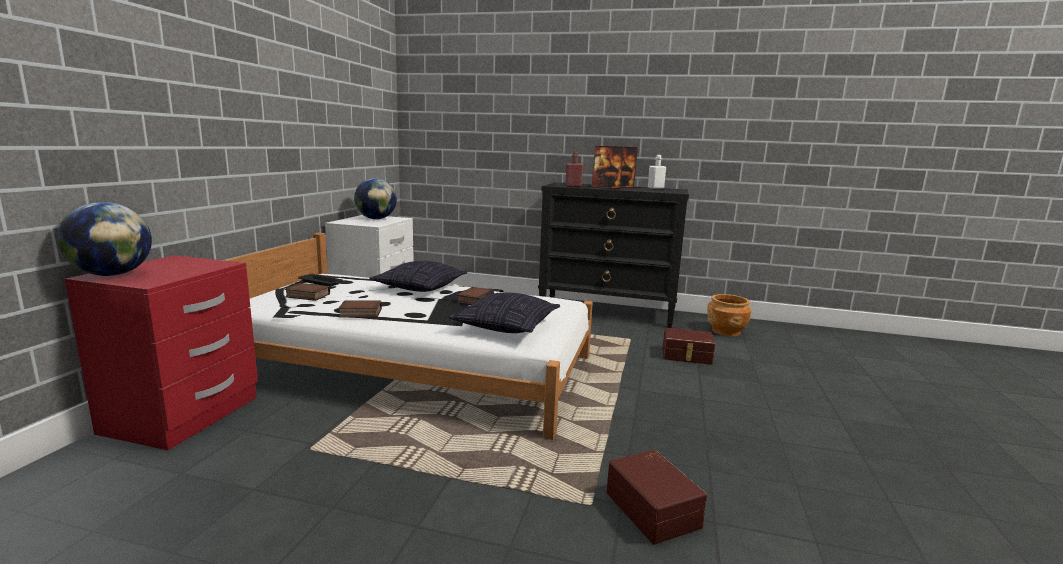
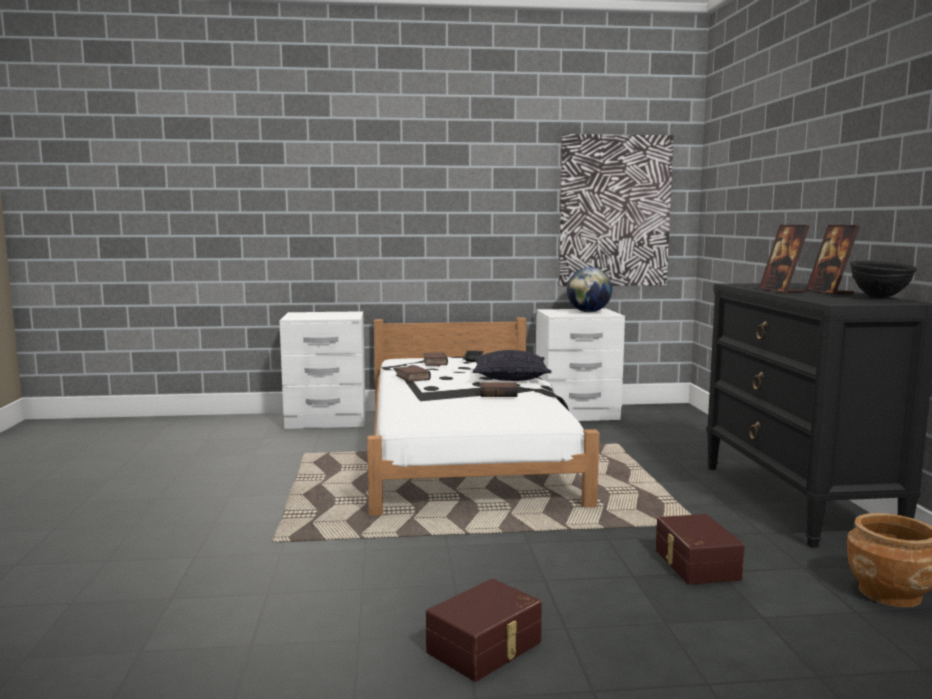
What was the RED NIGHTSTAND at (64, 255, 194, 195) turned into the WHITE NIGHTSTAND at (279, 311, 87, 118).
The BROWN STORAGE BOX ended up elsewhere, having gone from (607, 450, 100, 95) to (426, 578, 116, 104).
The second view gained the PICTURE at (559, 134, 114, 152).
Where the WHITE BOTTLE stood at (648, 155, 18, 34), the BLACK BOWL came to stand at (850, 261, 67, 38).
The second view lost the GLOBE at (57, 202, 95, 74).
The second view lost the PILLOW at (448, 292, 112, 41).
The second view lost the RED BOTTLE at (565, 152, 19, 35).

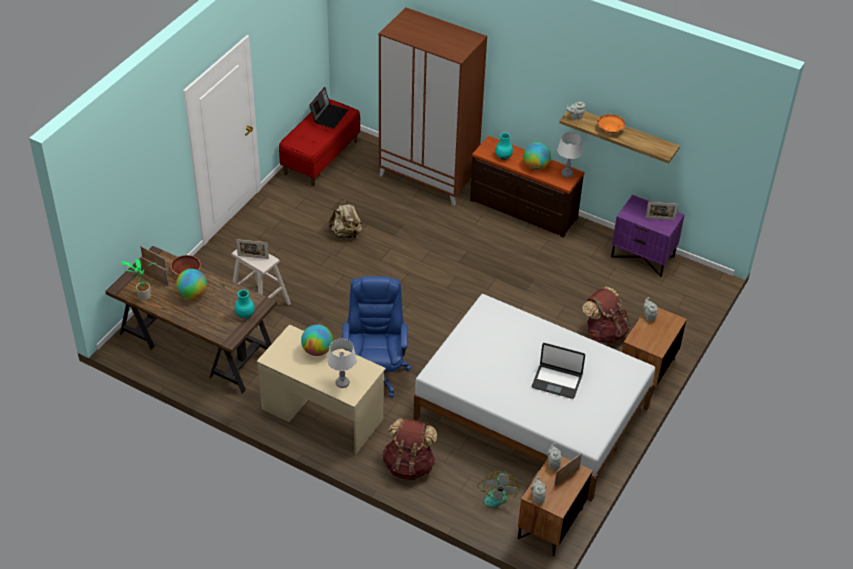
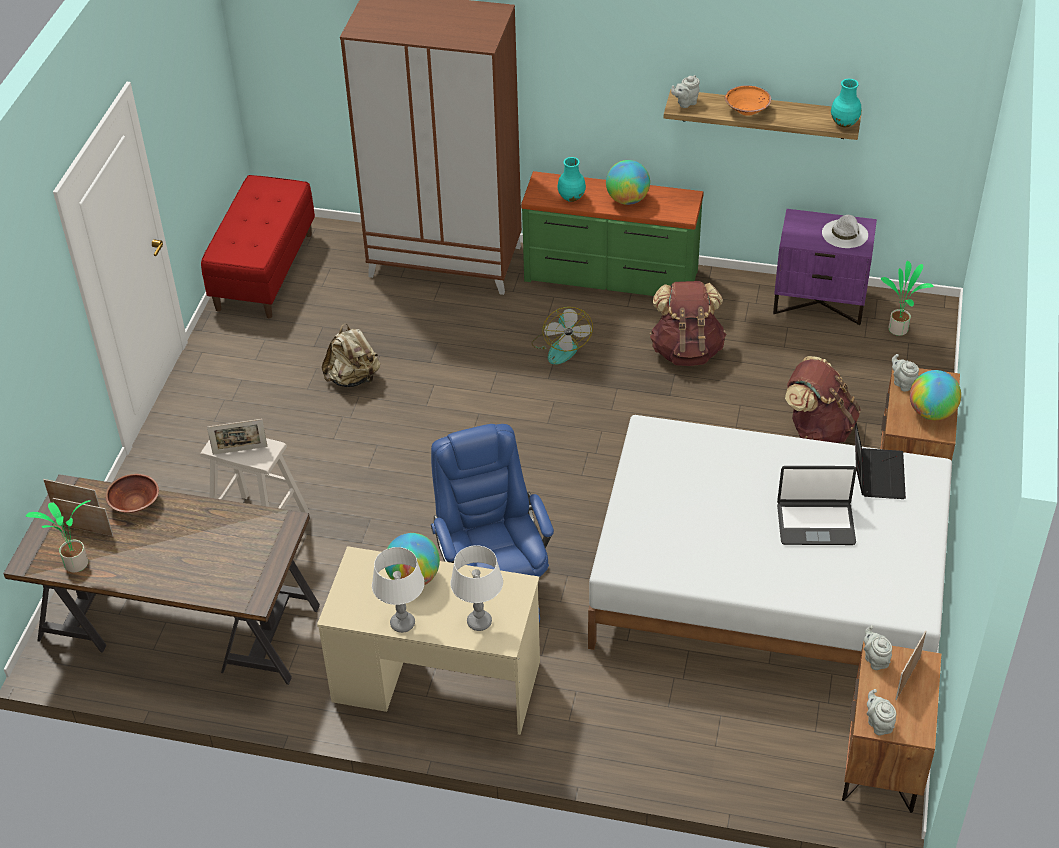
The WHITE TABLE LAMP ended up elsewhere, having gone from (557, 132, 26, 46) to (372, 547, 53, 86).
What was the BROWN DRESSER at (470, 136, 115, 102) turned into the GREEN DRESSER at (521, 171, 183, 125).
The FAN ended up elsewhere, having gone from (477, 471, 43, 36) to (531, 307, 62, 57).
The BROWN BACKPACK ended up elsewhere, having gone from (383, 418, 54, 63) to (650, 281, 76, 85).
Where the PICTURE FRAME stood at (645, 202, 34, 18), the WHITE HAT came to stand at (822, 215, 46, 33).
The TURQUOISE VASE ended up elsewhere, having gone from (235, 290, 20, 29) to (831, 79, 30, 48).
The LAPTOP ended up elsewhere, having gone from (309, 87, 39, 42) to (855, 420, 51, 79).
The second view gained the POTTED PLANT at (881, 261, 53, 75).
The GLOBE ended up elsewhere, having gone from (176, 269, 31, 30) to (910, 370, 51, 50).

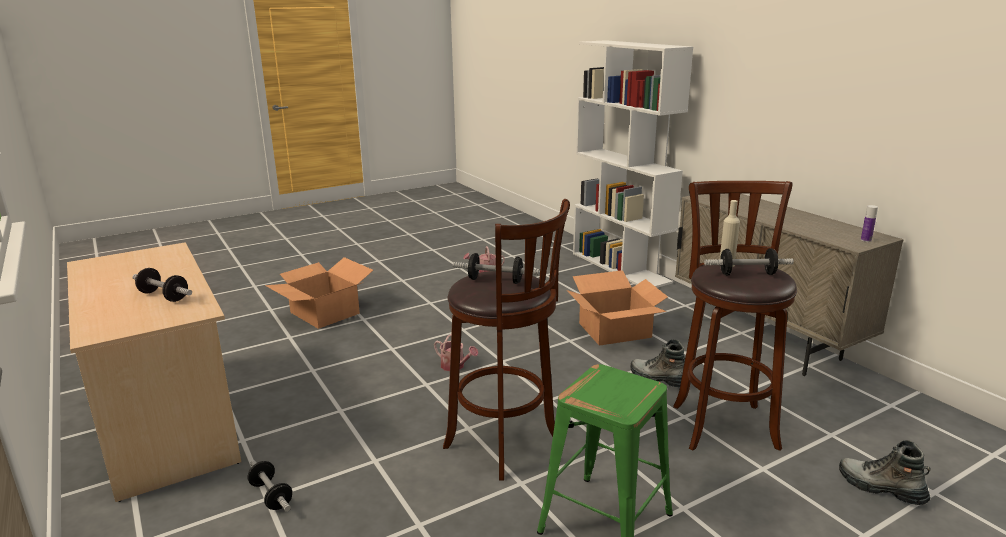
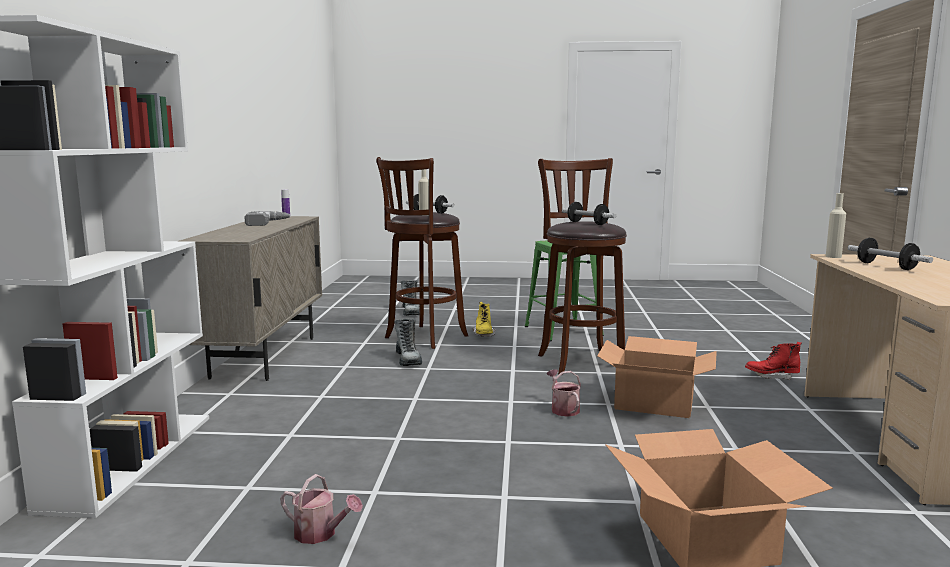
The second view gained the POWER DRILL at (245, 211, 46, 15).
The second view gained the YELLOW BOOT at (472, 302, 23, 35).
The CARDBOARD BOX ended up elsewhere, having gone from (567, 270, 101, 76) to (597, 336, 120, 82).
Where the DUMBBELL stood at (248, 461, 44, 51), the RED BOOT came to stand at (745, 342, 57, 38).
The second view gained the BEIGE BOTTLE at (826, 193, 20, 65).

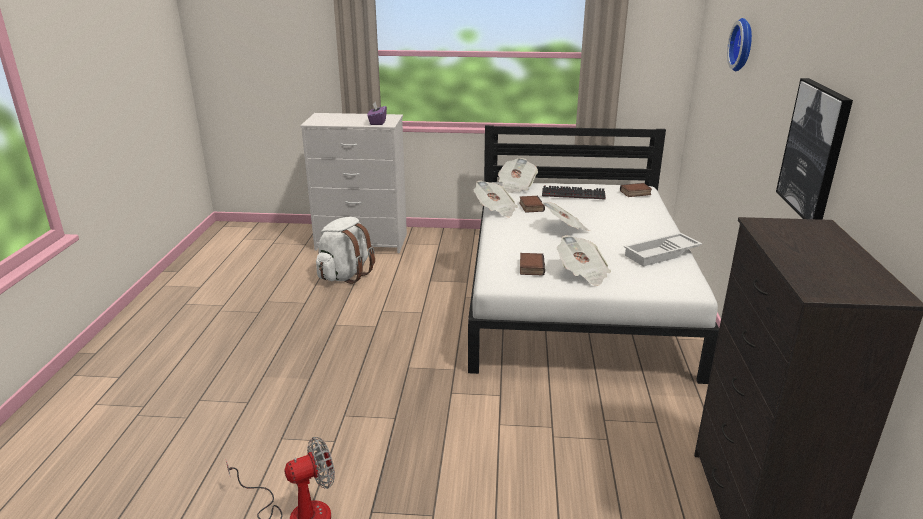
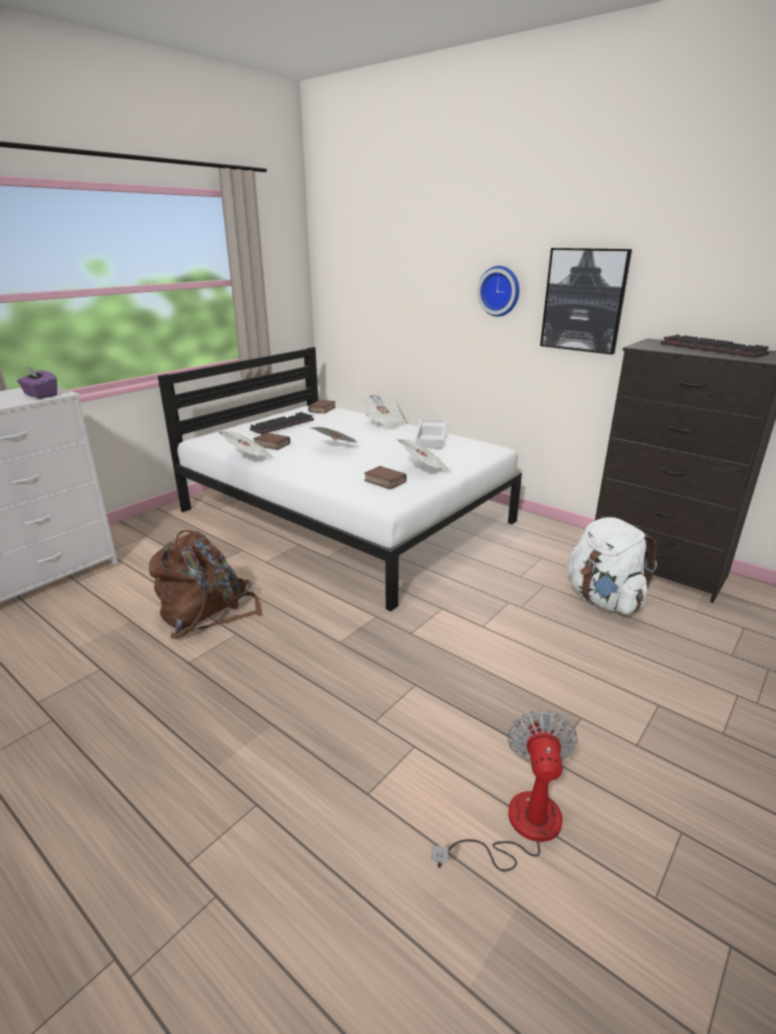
The second view gained the BROWN BACKPACK at (149, 530, 114, 108).
The NEWSPAPER ended up elsewhere, having gone from (498, 158, 40, 35) to (363, 394, 44, 36).
The WALL CLOCK ended up elsewhere, having gone from (727, 18, 25, 53) to (477, 266, 42, 51).
The WHITE BACKPACK ended up elsewhere, having gone from (316, 217, 59, 67) to (567, 517, 90, 98).
The second view gained the KEYBOARD at (661, 334, 109, 24).

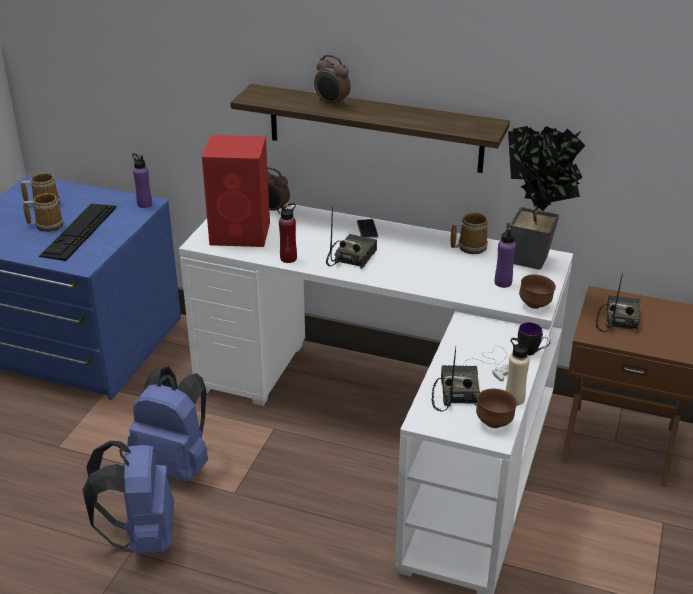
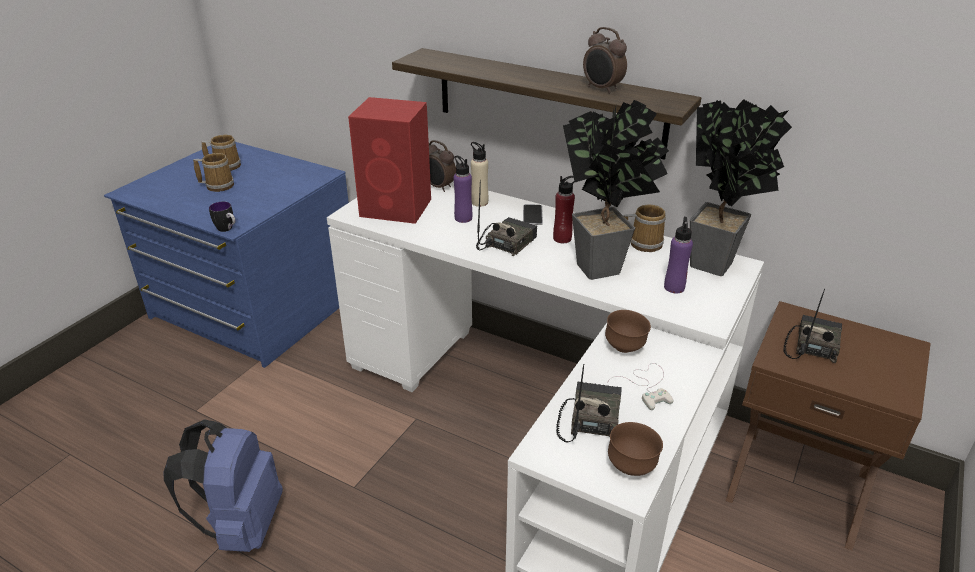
The MUG ended up elsewhere, having gone from (518, 322, 33, 34) to (209, 201, 26, 31).
The PURPLE BOTTLE ended up elsewhere, having gone from (132, 153, 20, 55) to (454, 156, 18, 67).
The BEIGE BOTTLE ended up elsewhere, having gone from (505, 338, 25, 67) to (471, 142, 17, 65).
The RED BOTTLE ended up elsewhere, having gone from (279, 203, 18, 60) to (553, 176, 22, 67).
The second view gained the POTTED PLANT at (563, 100, 106, 180).
The ALARM CLOCK ended up elsewhere, having gone from (314, 55, 37, 53) to (583, 27, 44, 67).
The BROWN BOWL ended up elsewhere, having gone from (519, 274, 37, 35) to (605, 310, 46, 43).
The second view lost the KEYBOARD at (39, 203, 77, 58).
The second view lost the BLUE BACKPACK at (127, 366, 81, 116).

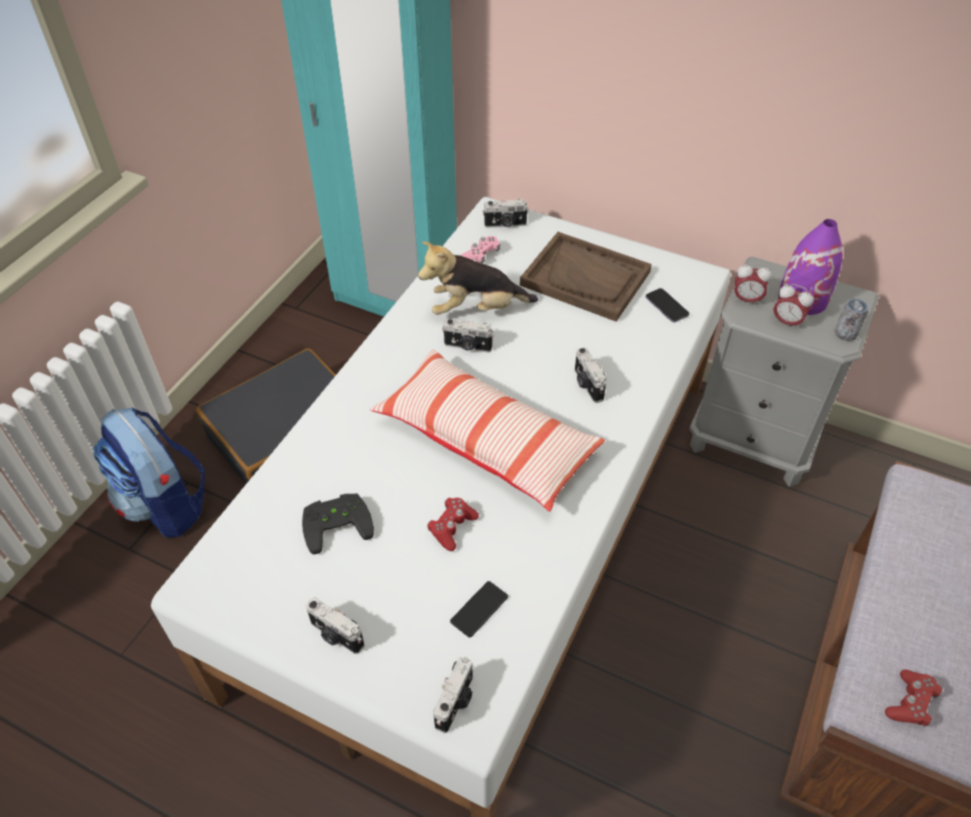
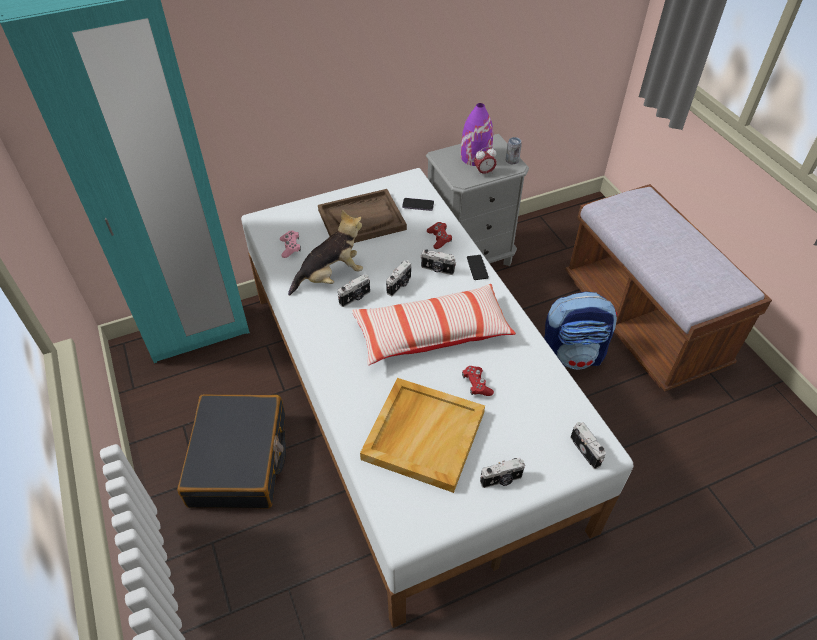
The PLUSH TOY at (418, 241, 120, 74) ended up facing another way, 150 degrees counterclockwise from before.
Where the BLACK GAME CONTROLLER stood at (302, 494, 72, 60), the BEIGE TRAY came to stand at (360, 378, 125, 115).
The PHOTO CAMERA ended up elsewhere, having gone from (483, 199, 46, 29) to (386, 260, 25, 36).
The RED GAME CONTROLLER ended up elsewhere, having gone from (885, 670, 57, 57) to (427, 222, 25, 27).
The PHONE ended up elsewhere, having gone from (450, 581, 58, 57) to (467, 255, 22, 25).
The BACKPACK ended up elsewhere, having gone from (93, 408, 112, 129) to (544, 292, 74, 78).
The second view lost the ALARM CLOCK at (734, 262, 38, 44).

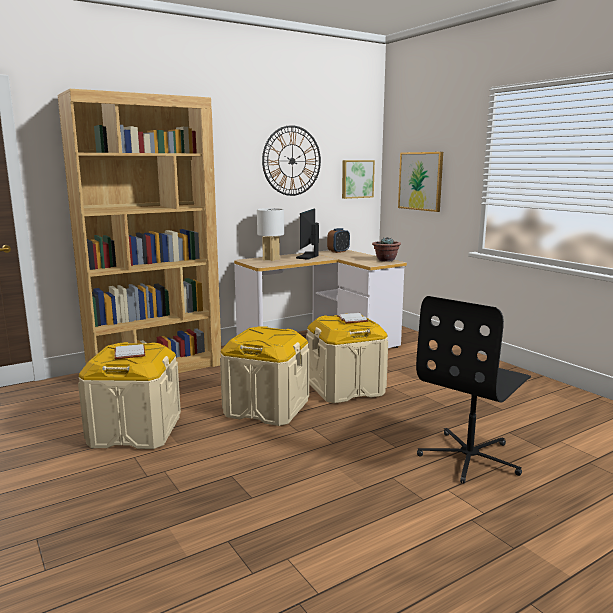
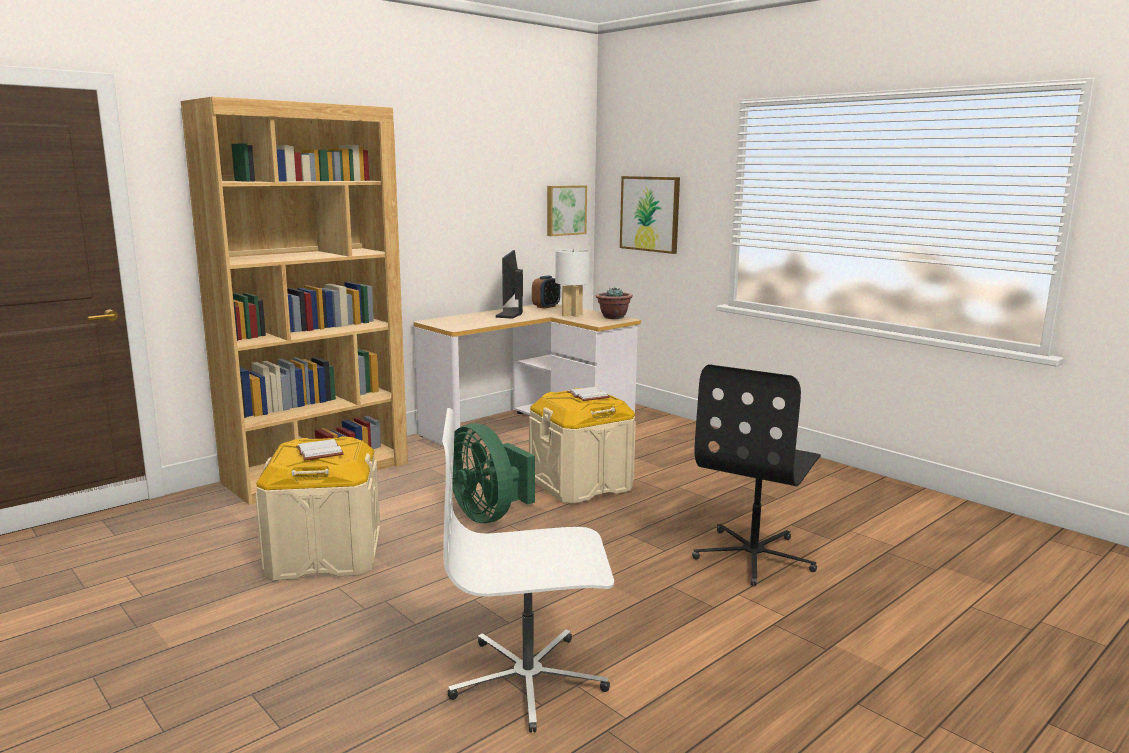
The second view gained the WHITE OFFICE CHAIR at (442, 408, 172, 325).
Where the BEIGE STORAGE BOX stood at (220, 326, 89, 100), the GREEN FAN came to stand at (452, 423, 83, 100).
The WHITE TABLE LAMP ended up elsewhere, having gone from (257, 208, 27, 53) to (555, 249, 35, 68).
The second view lost the WALL CLOCK at (262, 125, 59, 71).

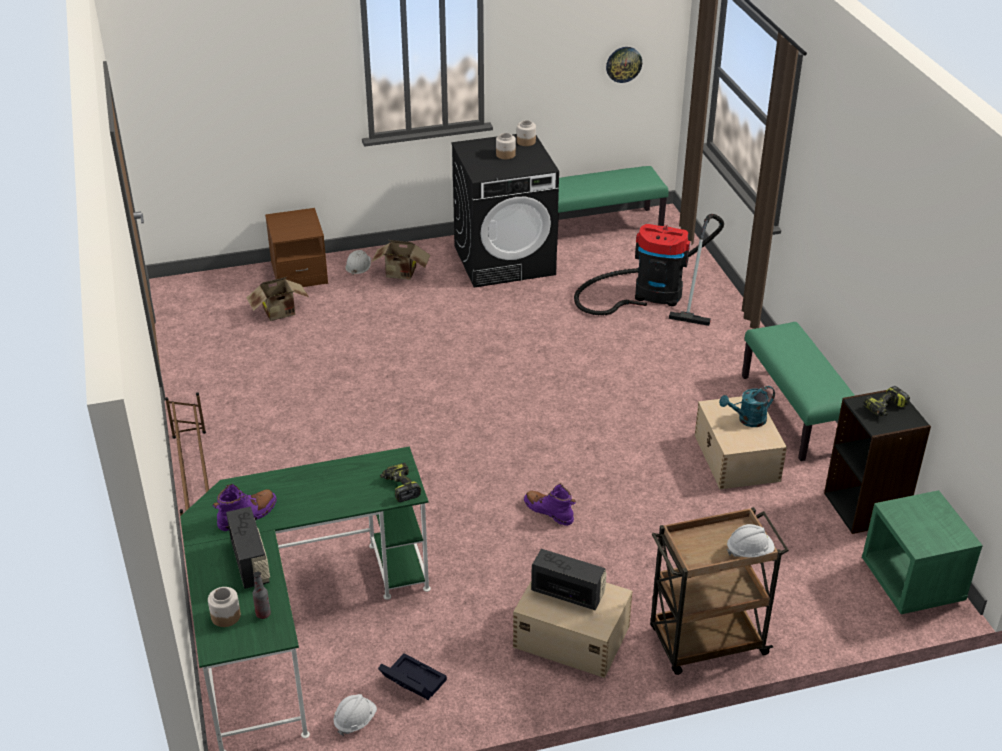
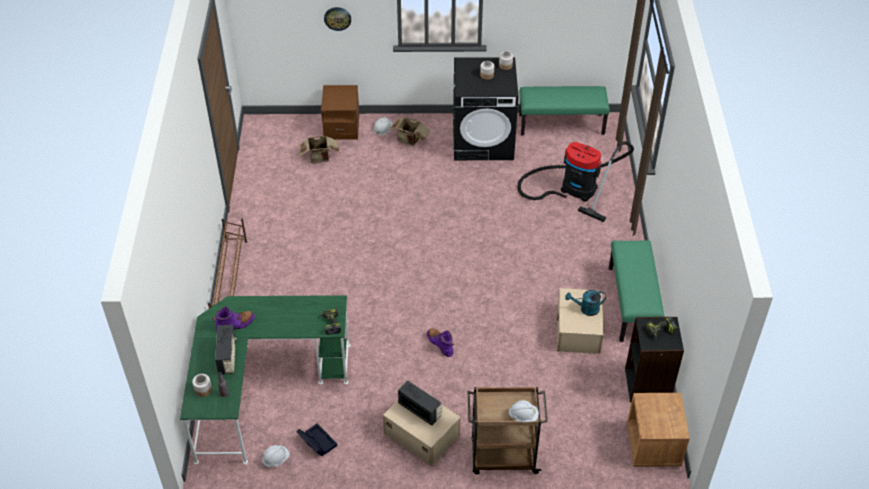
The WALL CLOCK ended up elsewhere, having gone from (606, 47, 36, 36) to (324, 7, 27, 24).
What was the GREEN NIGHTSTAND at (862, 490, 121, 124) turned into the BROWN NIGHTSTAND at (627, 393, 63, 74).

